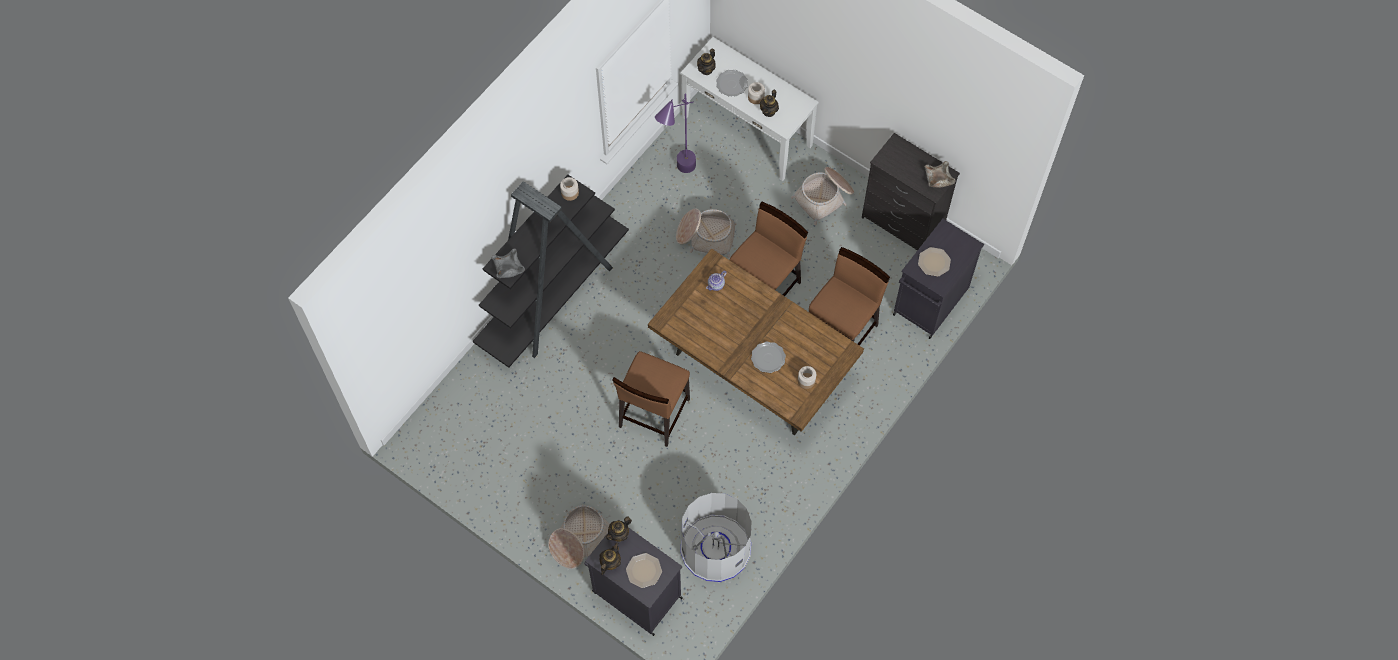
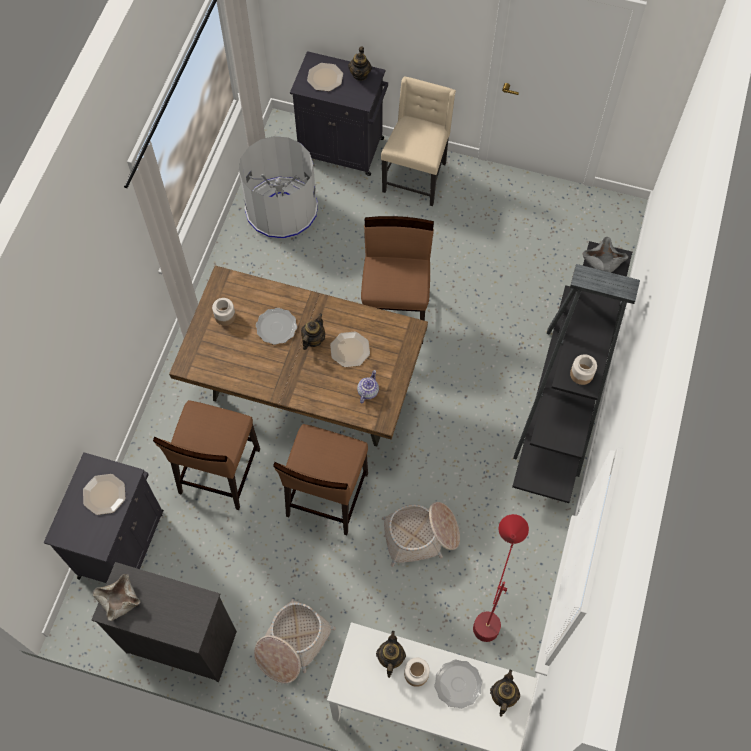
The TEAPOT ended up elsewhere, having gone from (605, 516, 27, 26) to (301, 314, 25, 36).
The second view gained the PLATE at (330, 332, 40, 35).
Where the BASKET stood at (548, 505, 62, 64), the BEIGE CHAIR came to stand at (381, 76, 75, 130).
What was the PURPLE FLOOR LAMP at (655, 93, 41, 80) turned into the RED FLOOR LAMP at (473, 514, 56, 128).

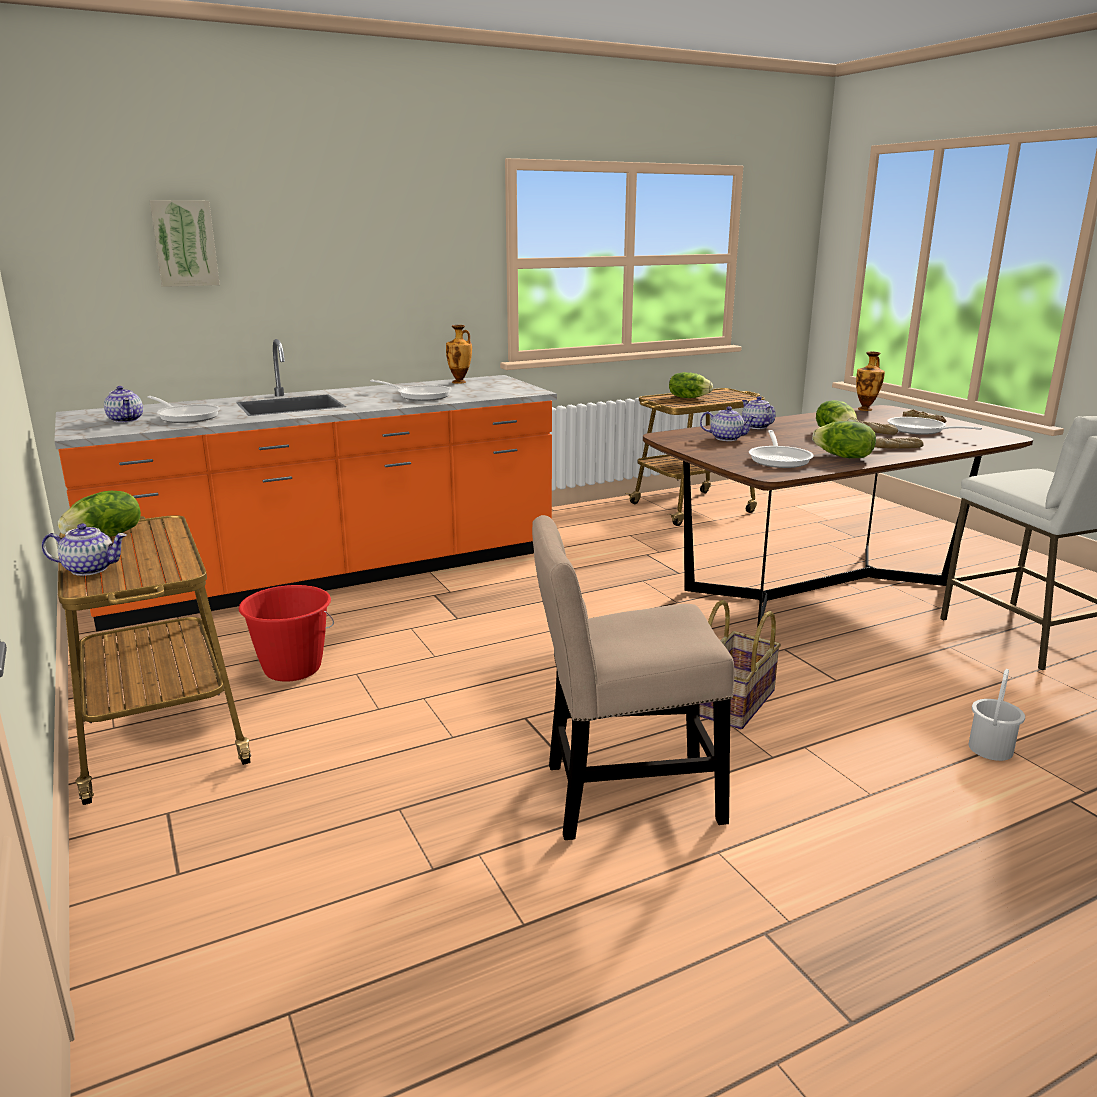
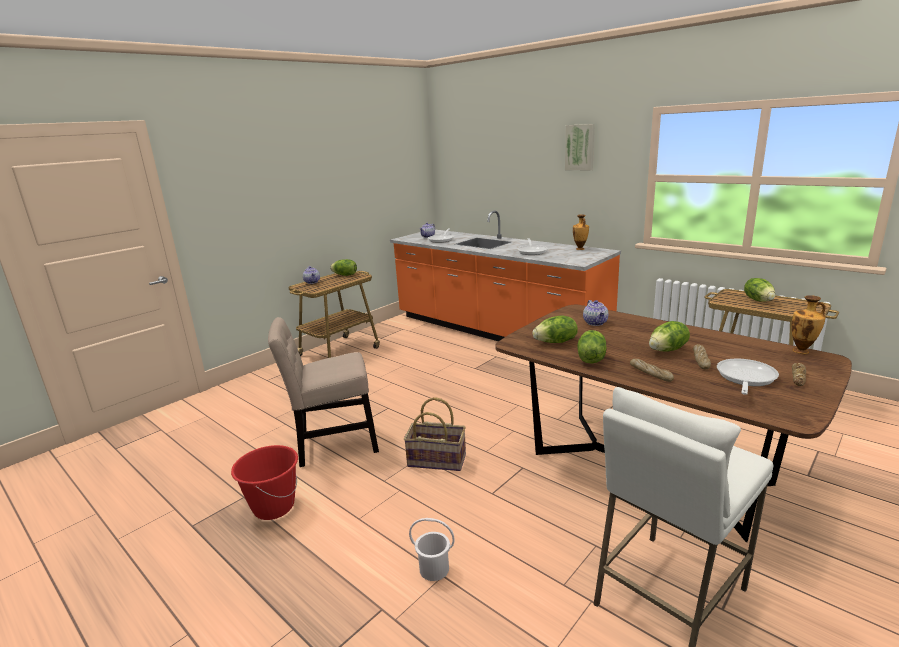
The RED BUCKET ended up elsewhere, having gone from (239, 585, 95, 97) to (231, 445, 67, 75).
The BEIGE CHAIR at (532, 515, 202, 325) ended up facing another way, 75 degrees counterclockwise from before.
Where the FRYING PAN stood at (749, 430, 65, 38), the LETTUCE came to stand at (532, 316, 46, 27).
The PICTURE ended up elsewhere, having gone from (149, 200, 71, 87) to (565, 124, 30, 47).
The second view lost the TEAPOT at (742, 396, 34, 33).

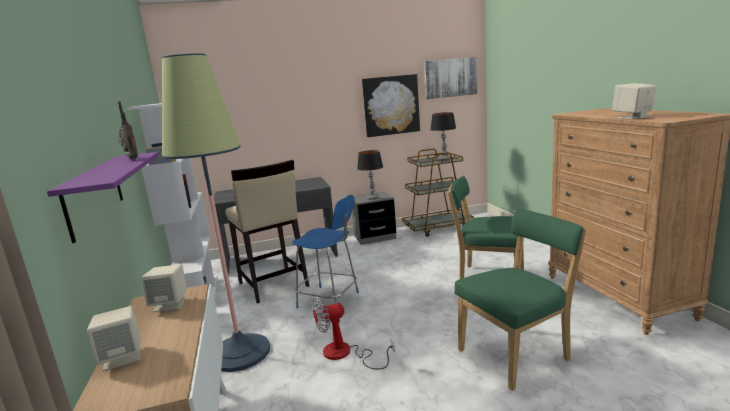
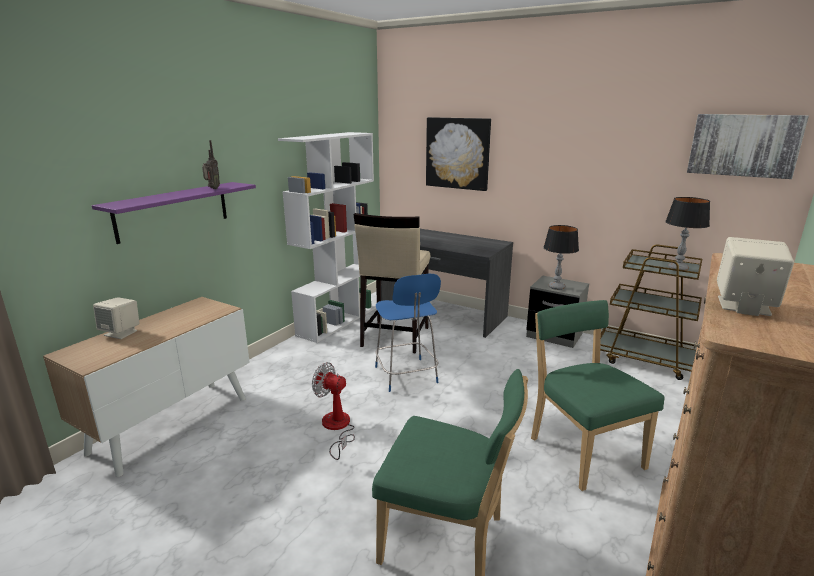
The PICTURE ended up elsewhere, having gone from (362, 74, 58, 63) to (426, 117, 65, 74).
The second view lost the BEIGE SPEAKER at (141, 264, 46, 48).
The second view lost the FLOOR LAMP at (162, 54, 108, 318).

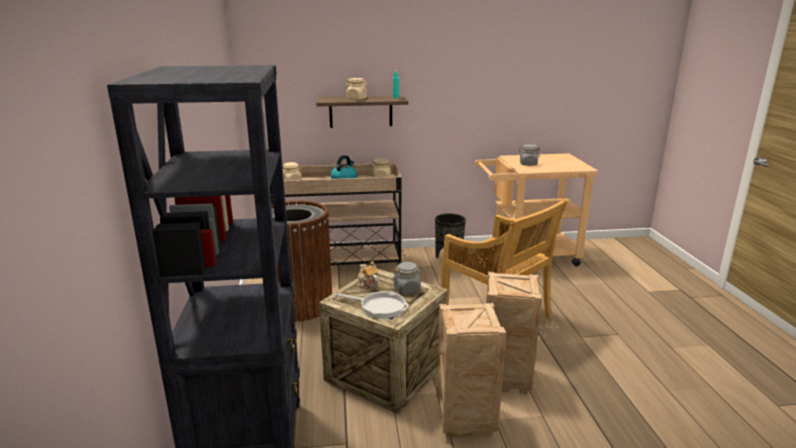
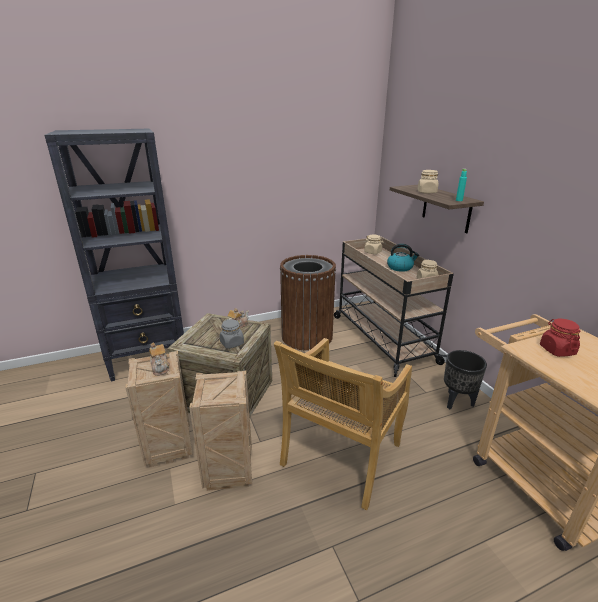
The second view gained the TEAPOT at (149, 343, 21, 33).
What was the GREY JAR at (518, 144, 22, 22) turned into the RED JAR at (540, 319, 40, 38).
The second view lost the FRYING PAN at (335, 291, 74, 28).

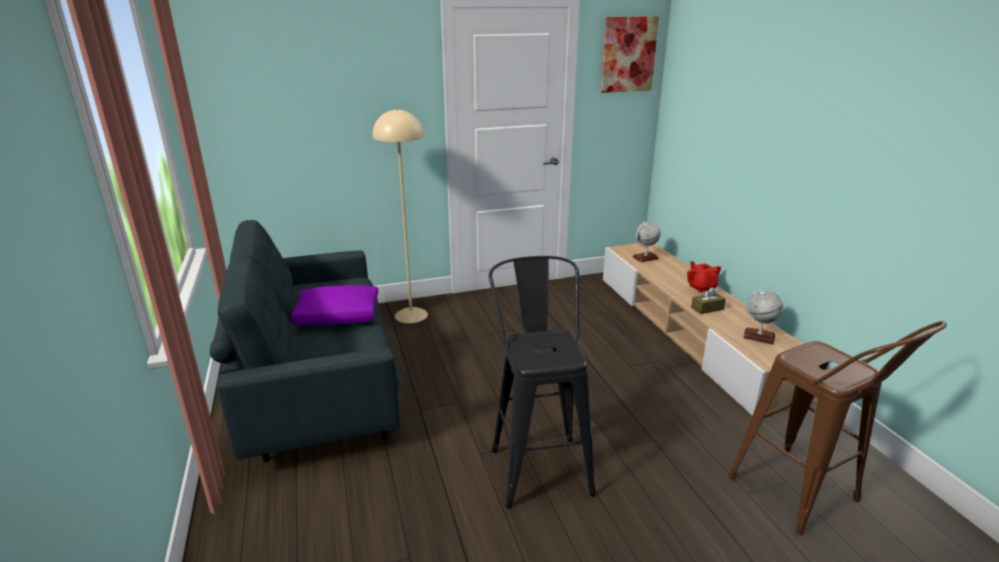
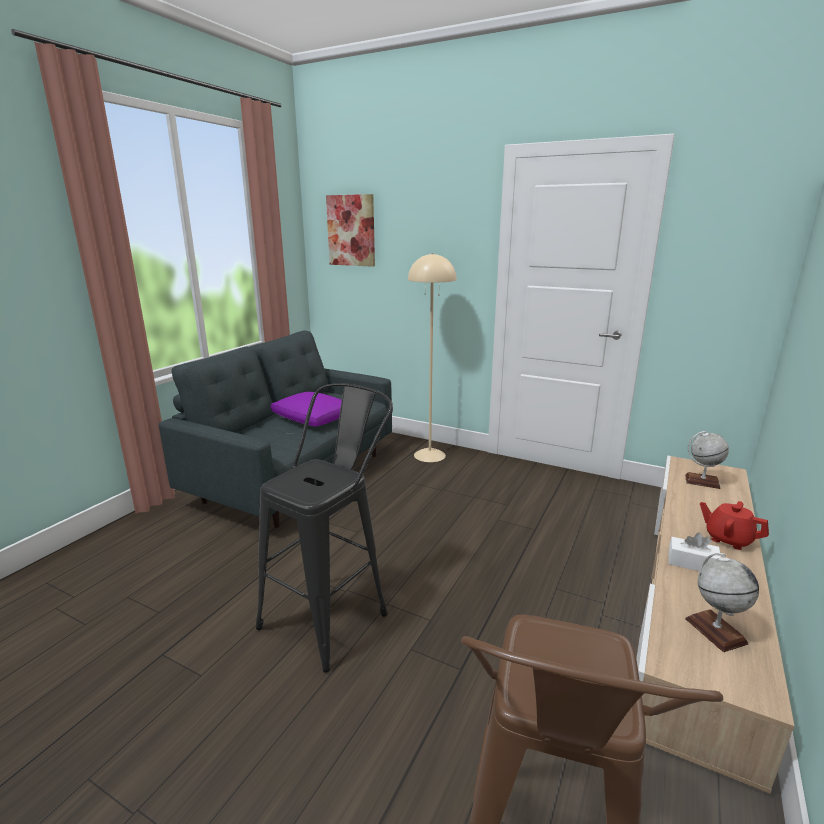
The PICTURE ended up elsewhere, having gone from (601, 16, 58, 77) to (326, 194, 49, 73).
What was the BROWN TISSUE BOX at (691, 287, 35, 27) turned into the WHITE TISSUE BOX at (668, 533, 53, 38).
The RED TEAPOT at (687, 261, 34, 32) ended up facing another way, 75 degrees counterclockwise from before.

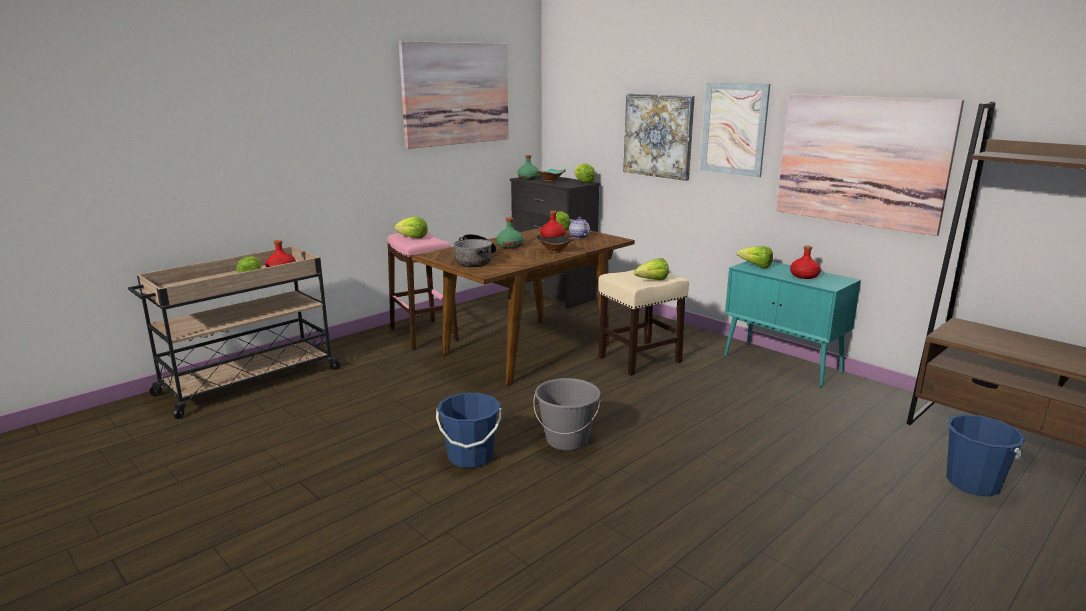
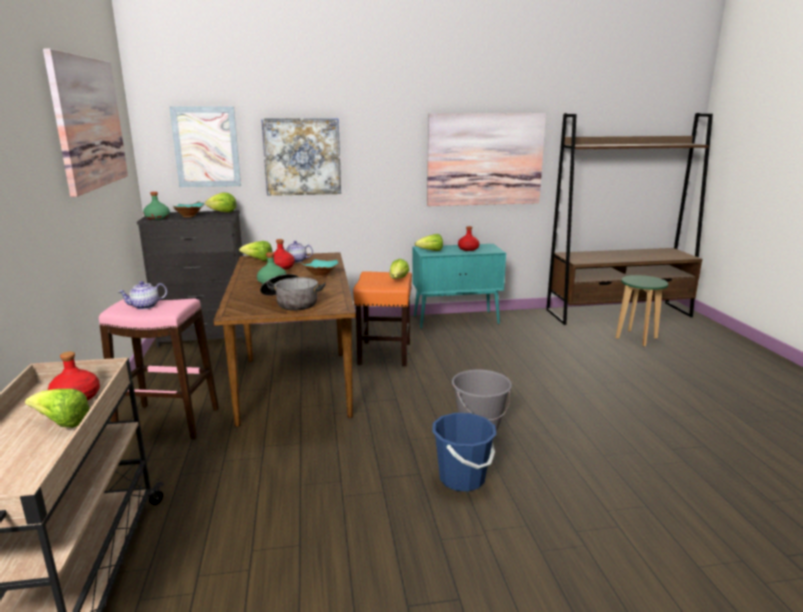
Where the LETTUCE stood at (394, 217, 34, 21), the TEAPOT came to stand at (118, 281, 49, 28).
The PICTURE ended up elsewhere, having gone from (700, 82, 70, 95) to (169, 107, 72, 80).
What was the BLACK BOWL at (536, 235, 38, 18) turned into the TURQUOISE BOWL at (302, 258, 37, 19).
What was the BEIGE STOOL at (598, 269, 91, 107) turned into the ORANGE STOOL at (353, 271, 59, 95).
Where the BLUE BUCKET stood at (946, 414, 80, 82), the GREEN STOOL came to stand at (615, 275, 53, 72).

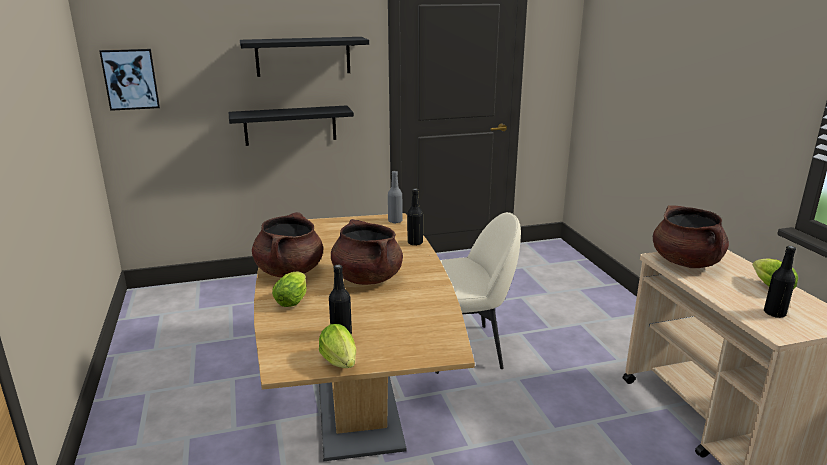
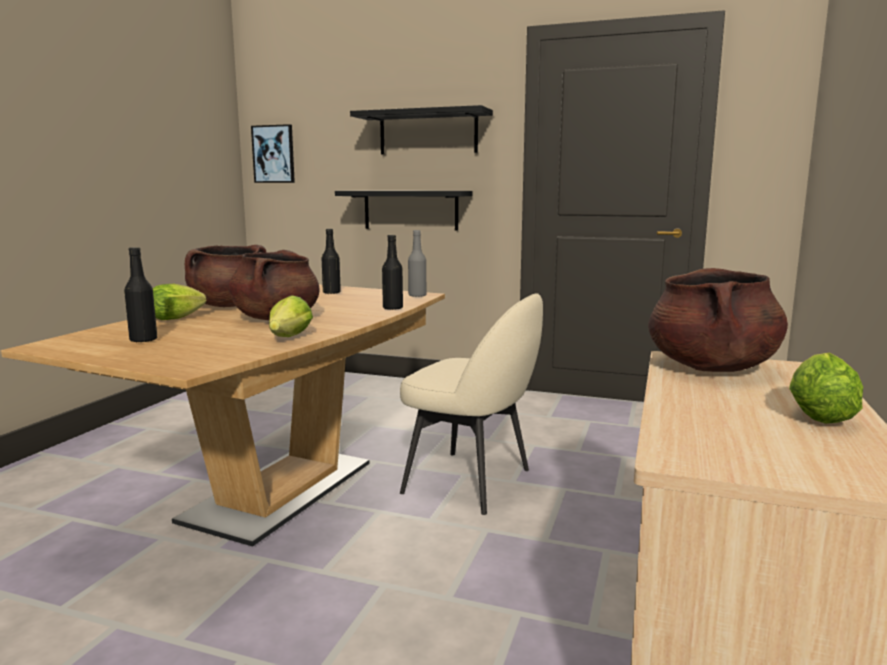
The LETTUCE ended up elsewhere, having gone from (319, 324, 37, 44) to (269, 295, 44, 42).
The BLACK BOTTLE ended up elsewhere, having gone from (764, 246, 32, 72) to (322, 229, 19, 65).

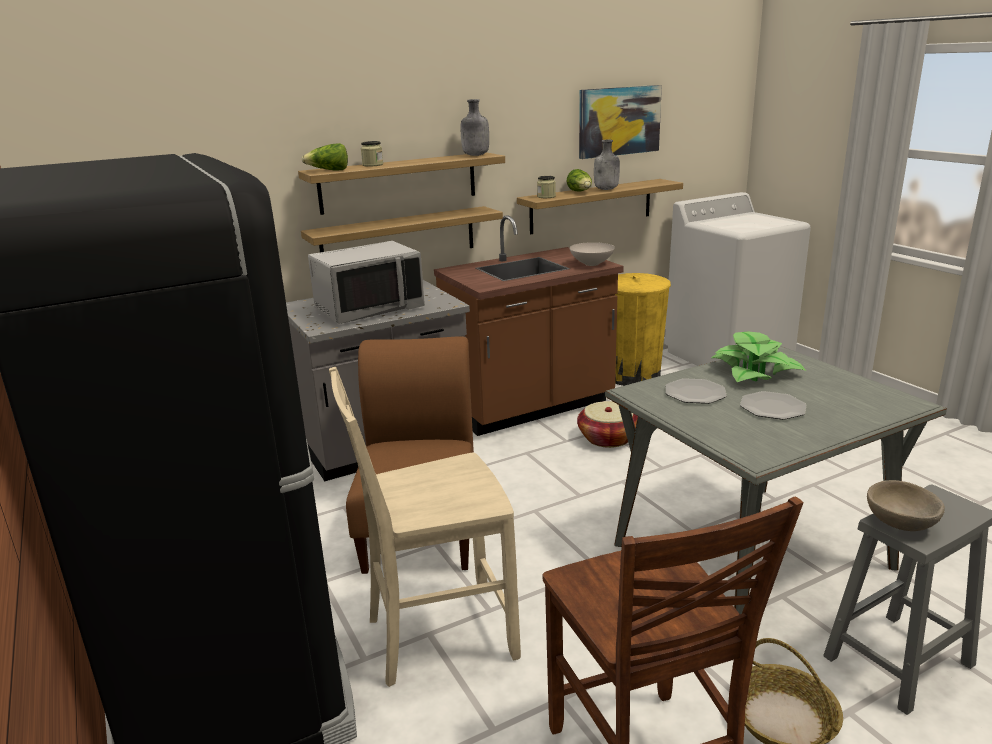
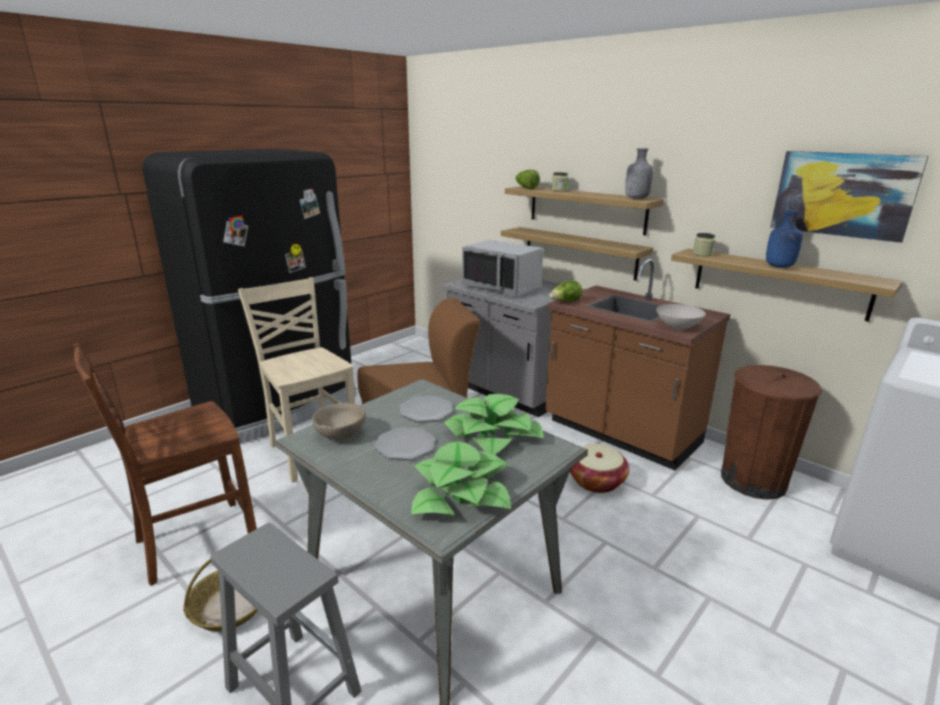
The BEIGE BOWL ended up elsewhere, having gone from (867, 480, 78, 51) to (312, 403, 54, 37).
The second view gained the POTTED PLANT at (411, 441, 100, 75).
The LETTUCE ended up elsewhere, having gone from (567, 169, 25, 22) to (549, 280, 33, 22).
What was the YELLOW TRASH CAN at (615, 273, 56, 113) turned into the BROWN TRASH CAN at (721, 365, 101, 135).
What was the GREY BOTTLE at (594, 140, 26, 50) turned into the BLUE BOTTLE at (766, 210, 37, 58).

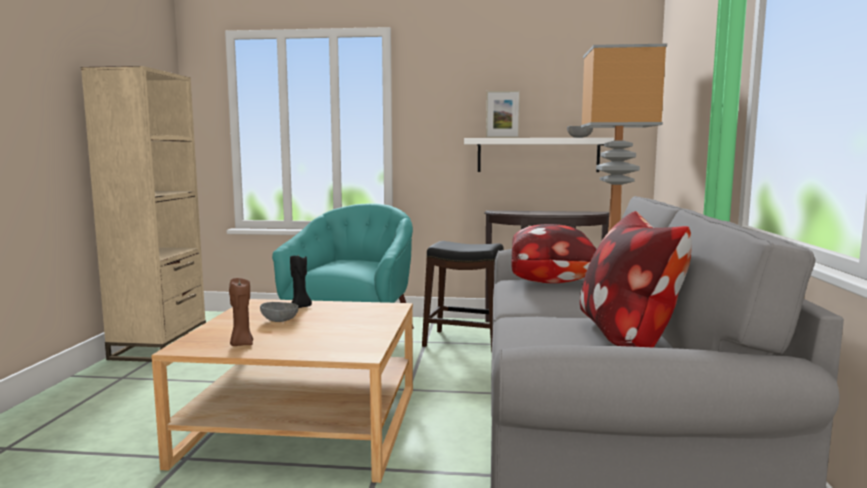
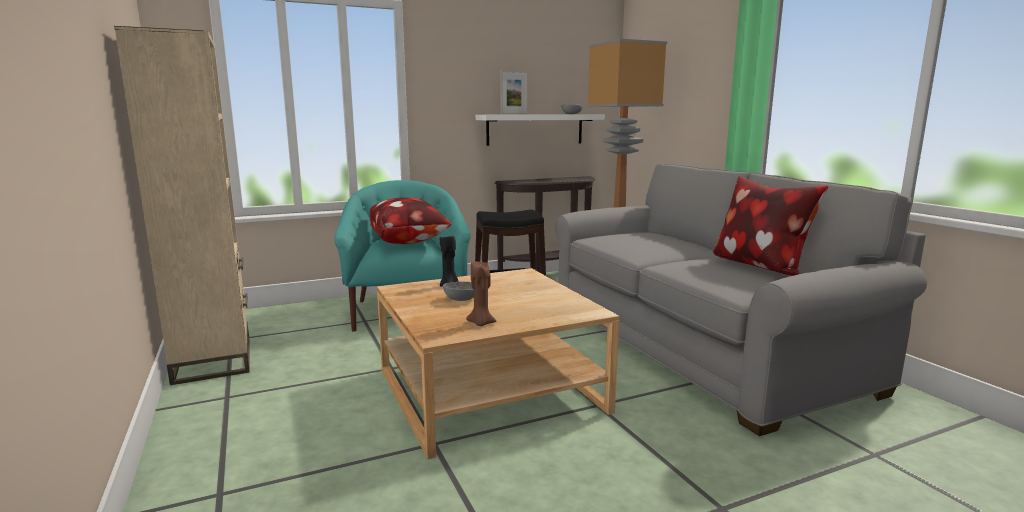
The PILLOW ended up elsewhere, having gone from (511, 224, 85, 59) to (369, 197, 83, 47).

